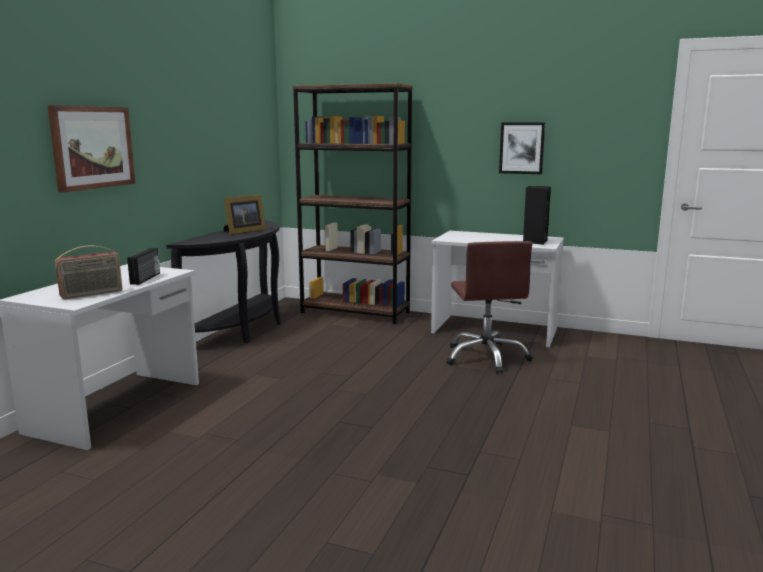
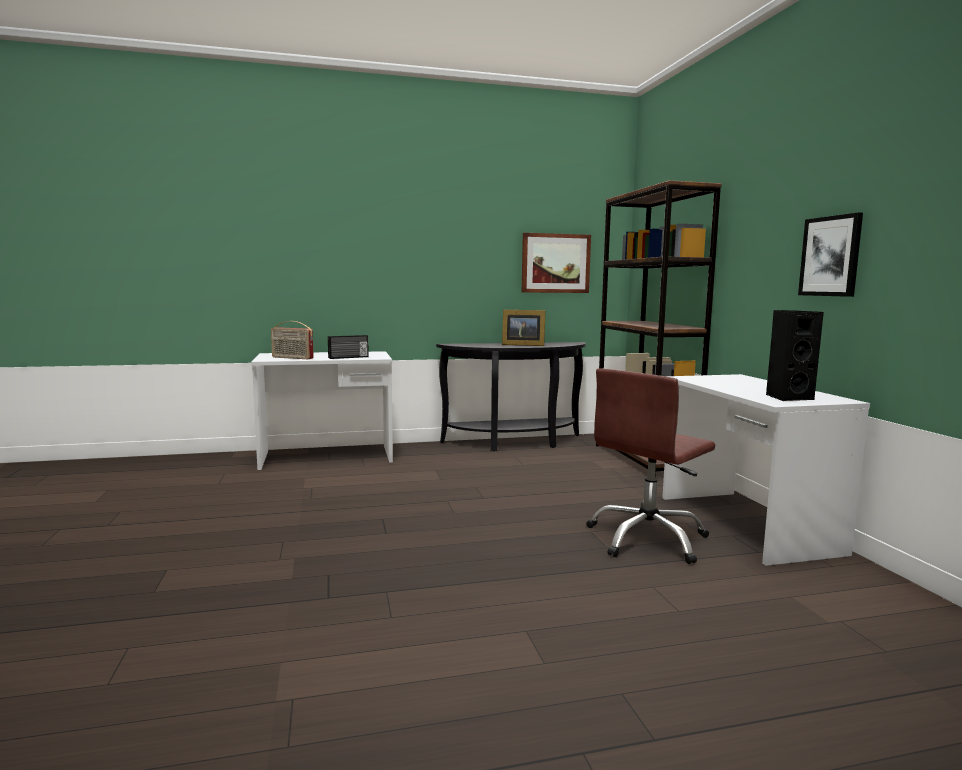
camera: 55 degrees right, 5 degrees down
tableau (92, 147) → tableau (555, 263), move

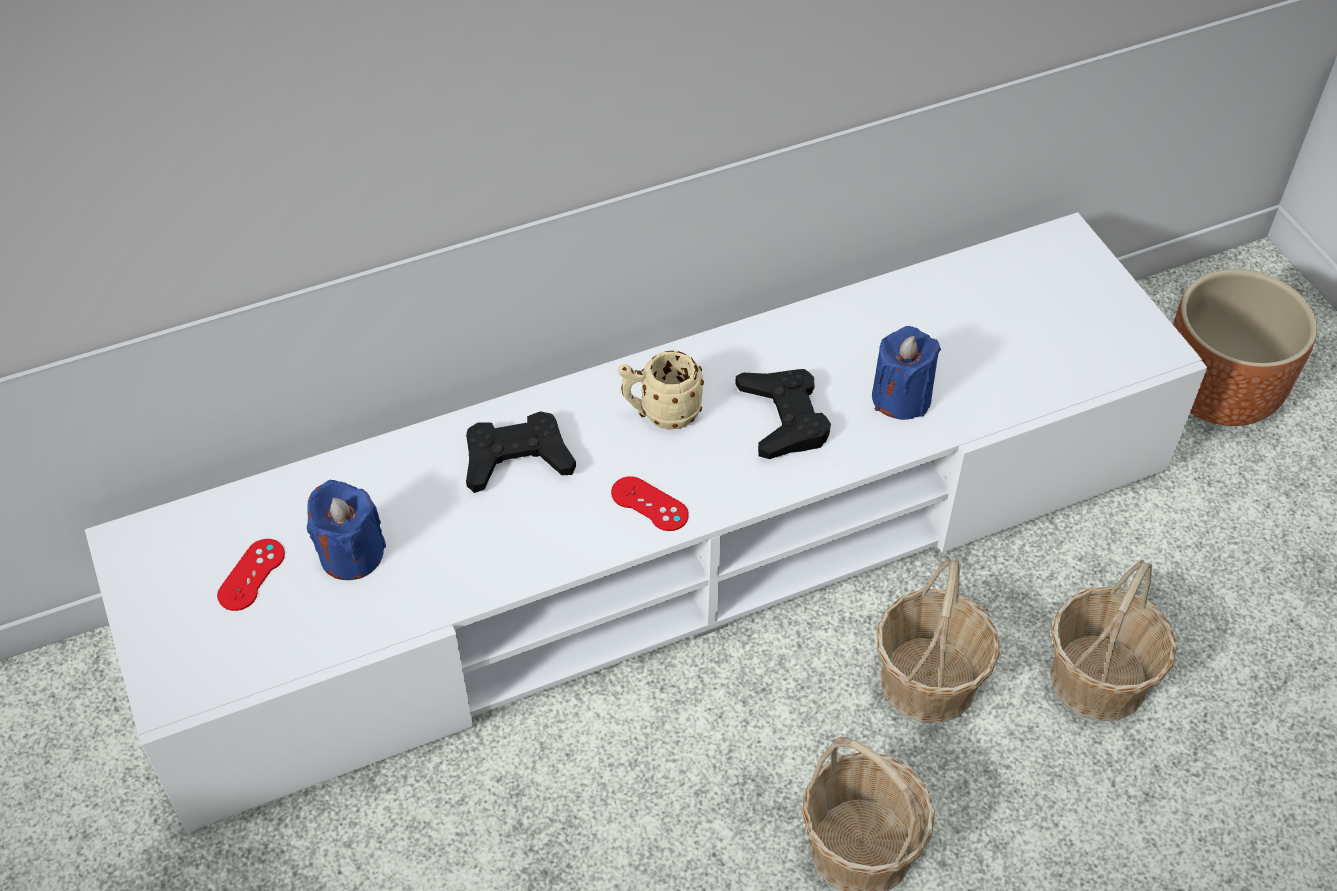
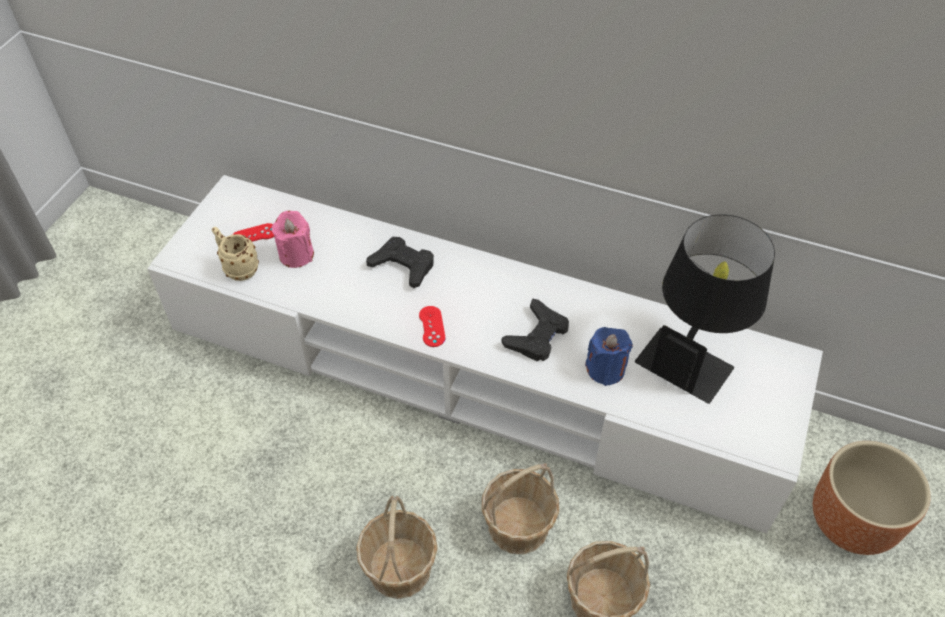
camera: 45 degrees right, 0 degrees up
mug/beige (660, 413) → mug/beige (238, 268), move
bougie/bleu (351, 554) → bougie/rose (296, 255)
- → lampe de table/noir (692, 351)

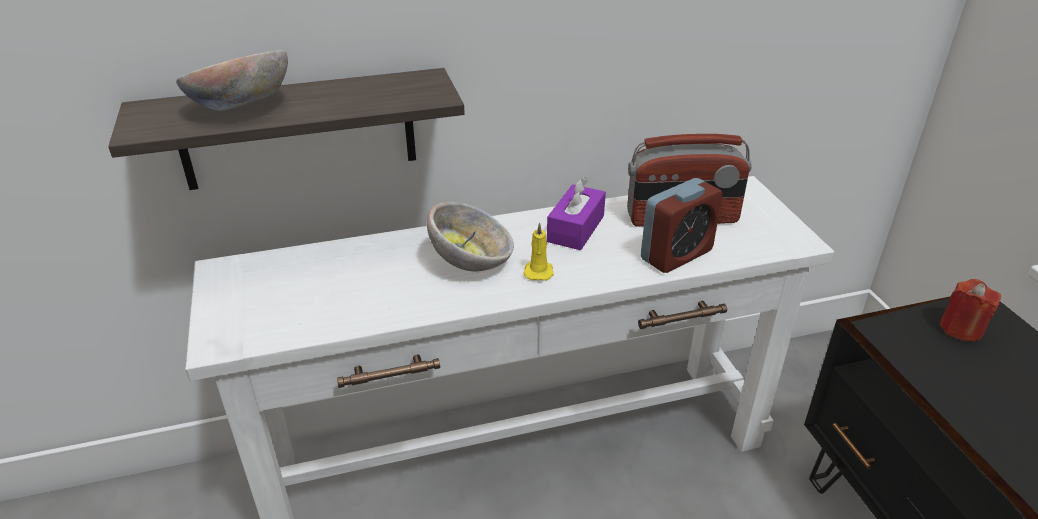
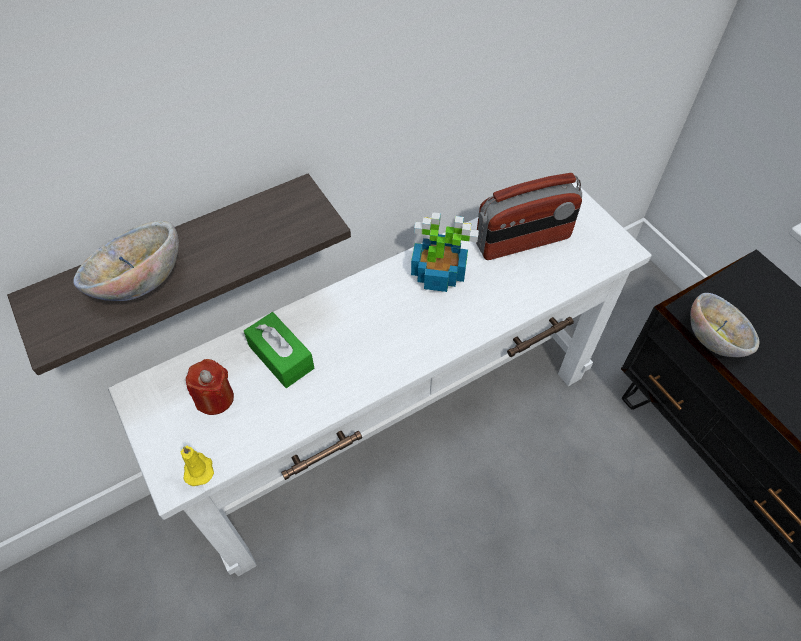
camera: 15 degrees left, 20 degrees up
boîte à mouchoirs/violet (575, 229) → plante en pot (437, 273)
réveil (676, 255) → -
bol (472, 261) → bol (713, 339), move
bougie/jaune (538, 271) → bougie/jaune (199, 469), move
bougie/rouge (961, 329) → bougie/rouge (215, 398), move
- → boîte à mouchoirs/vert (281, 357)

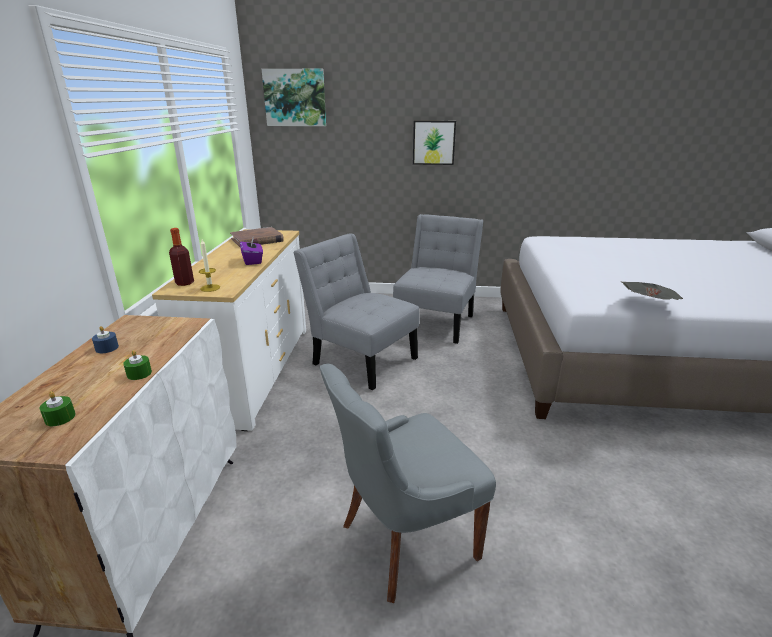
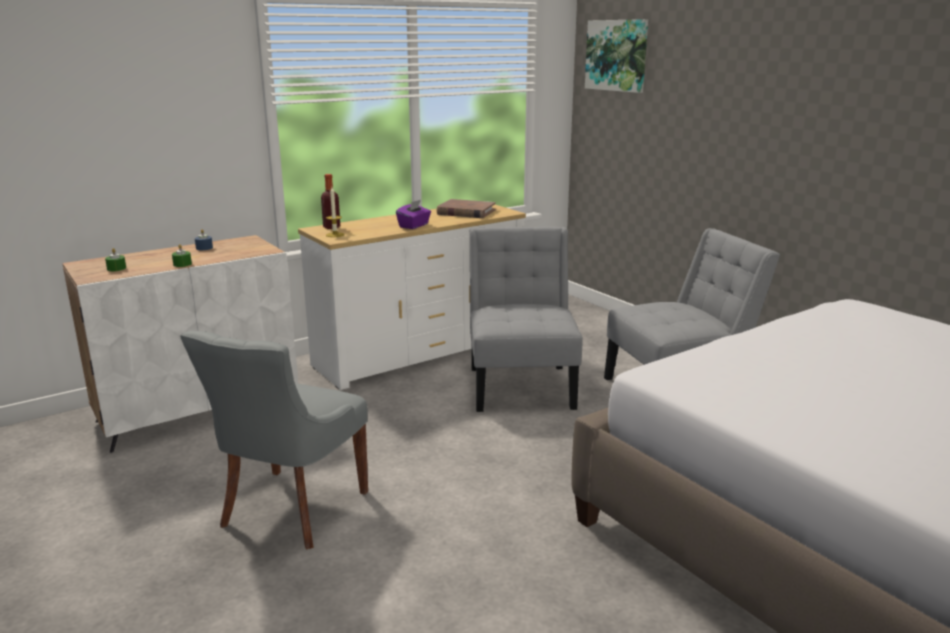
camera: 50 degrees right, 5 degrees down
tableau (434, 142) → -
journal (648, 305) → -
chaise/gris (405, 540) → chaise/gris (291, 510), 90 degrees counterclockwise

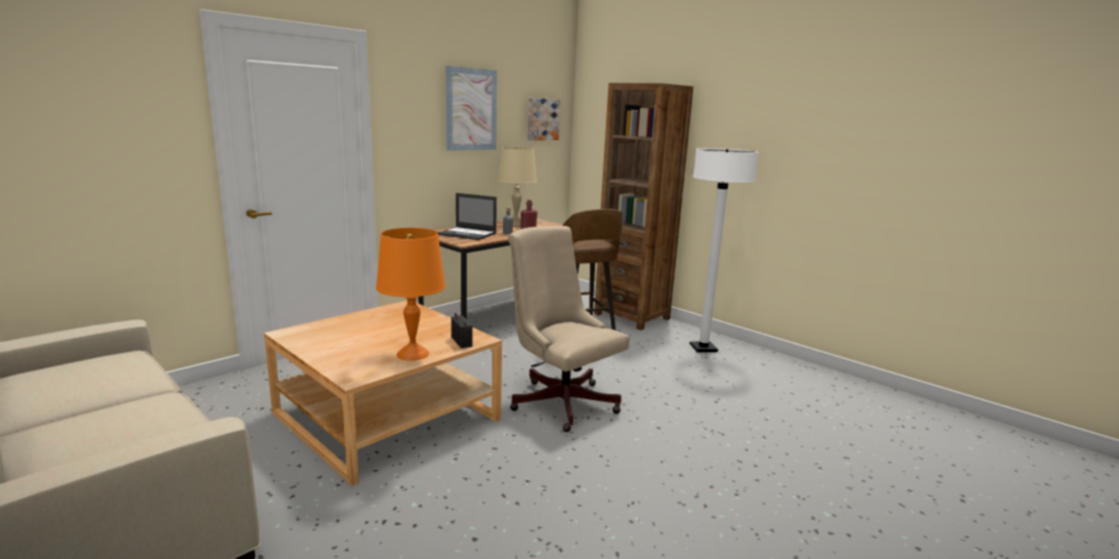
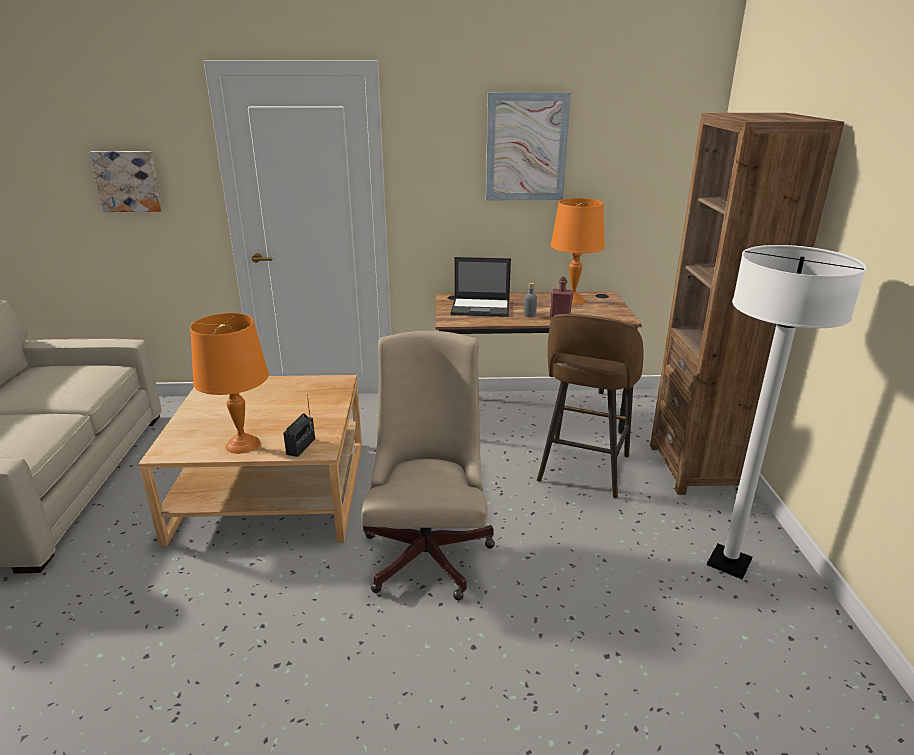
camera: 45 degrees right, 10 degrees up
tableau (542, 119) → tableau (128, 181), move
lampe de table/beige (516, 223) → lampe de table/orange (572, 301)
ordinateur portable (468, 234) → ordinateur portable (481, 308), 60 degrees counterclockwise

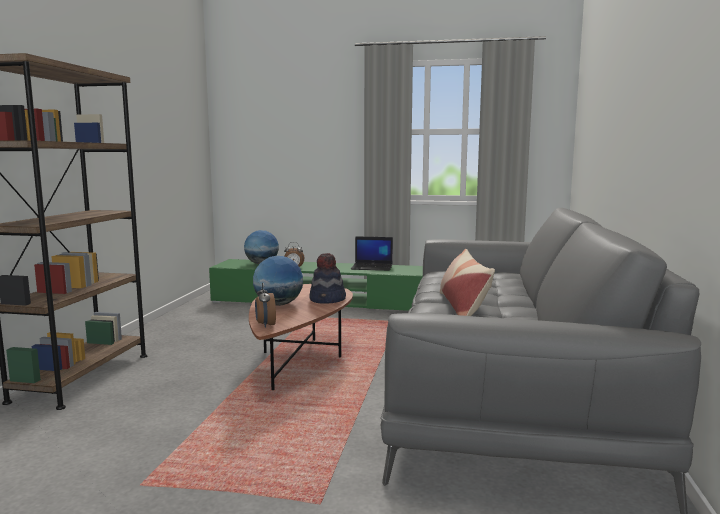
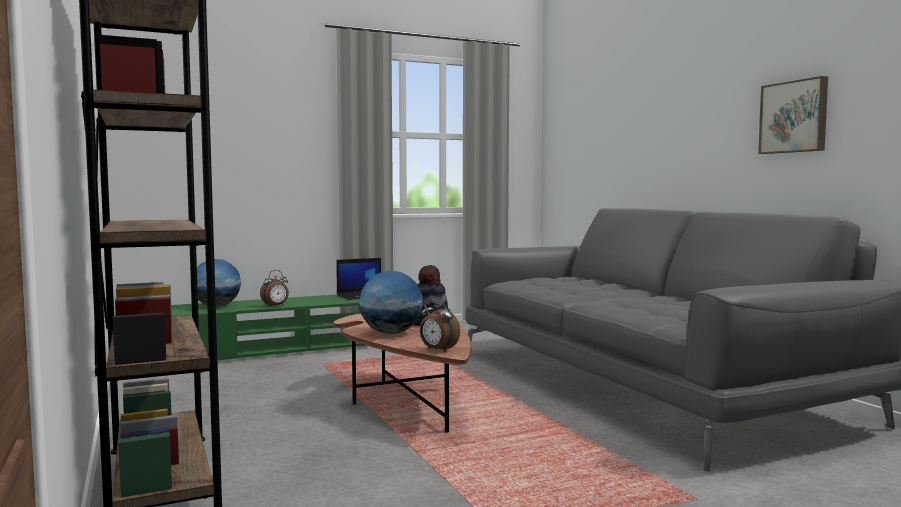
camera: 35 degrees left, 5 degrees down
coussin (463, 307) → -
- → tableau (794, 117)

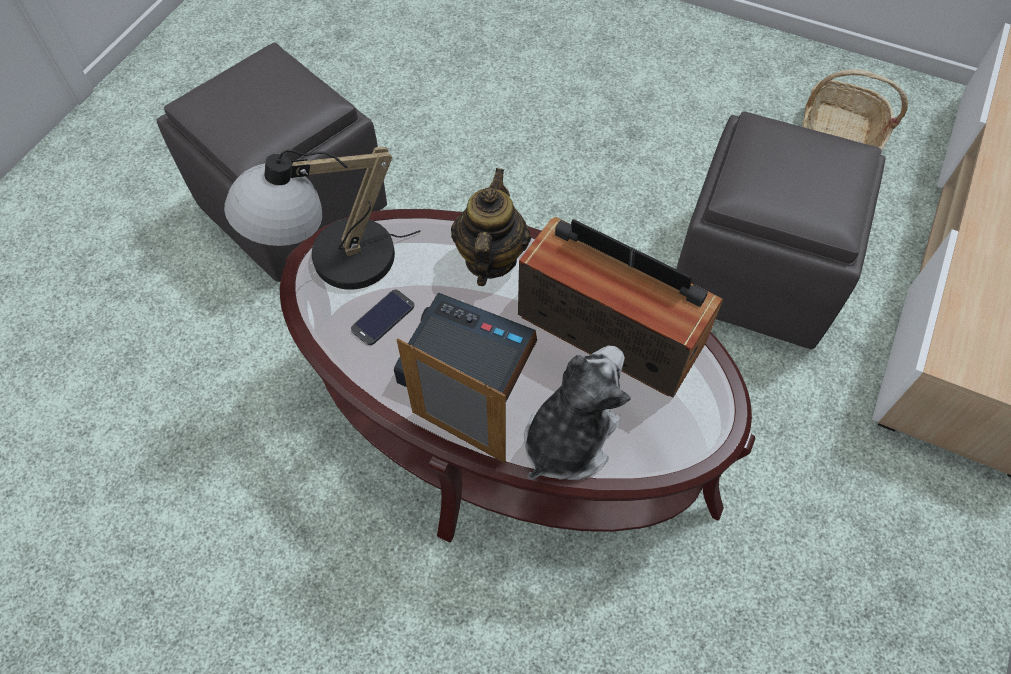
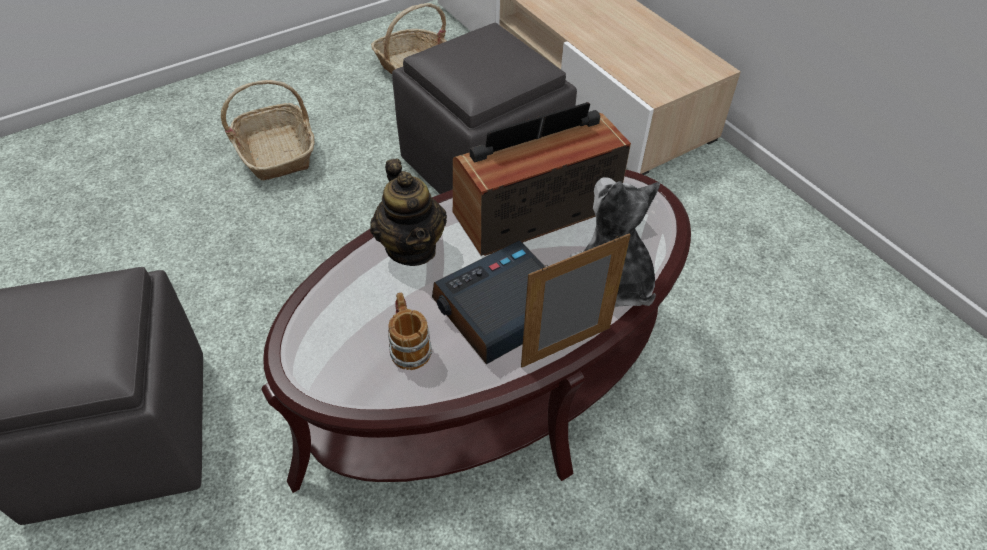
camera: 60 degrees left, 10 degrees down
lampe de table (331, 264) → -
théière (490, 259) → théière (411, 248), 150 degrees counterclockwise
téléphone (383, 317) → mug (408, 346)
- → panier (276, 152)

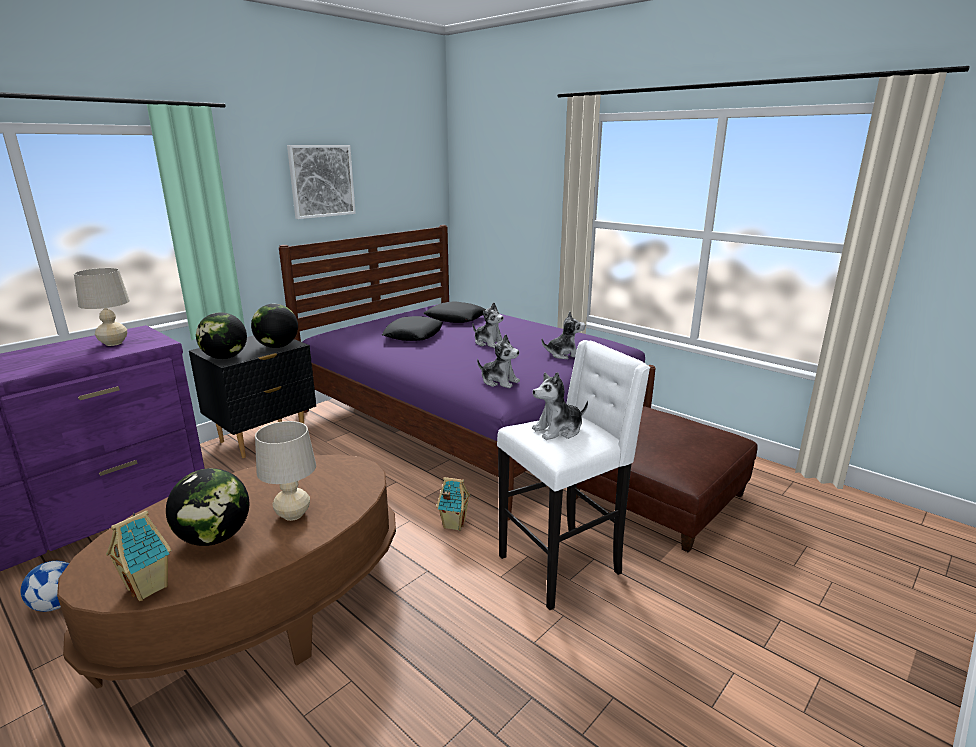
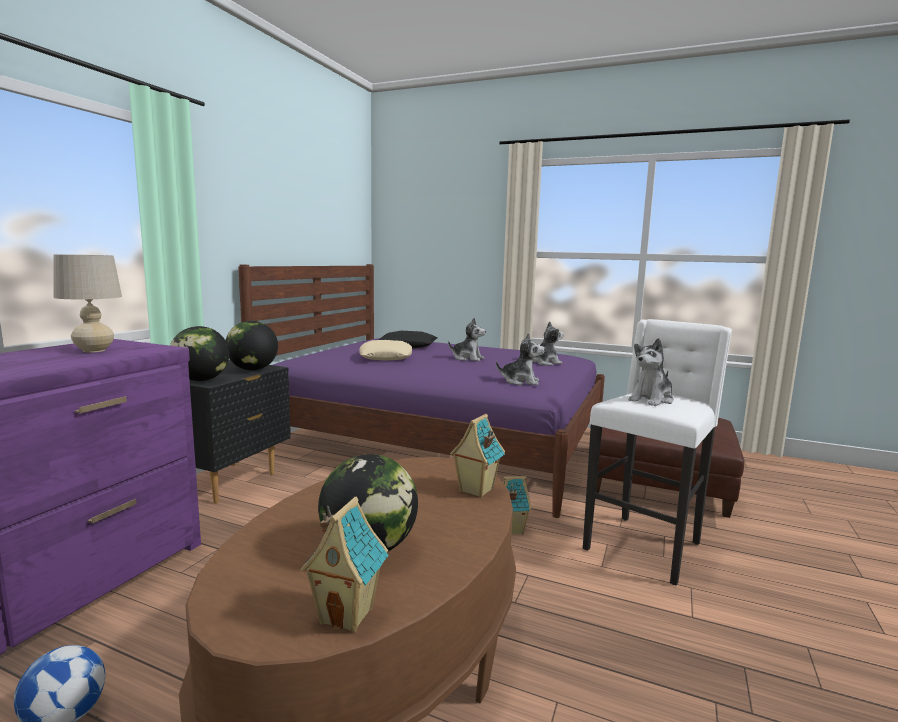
camera: 20 degrees left, 10 degrees down
tableau (321, 181) → -
coussin/noir (413, 335) → coussin/beige (385, 357)
lampe de table/beige (293, 515) → -
- → maison miniature (475, 490)

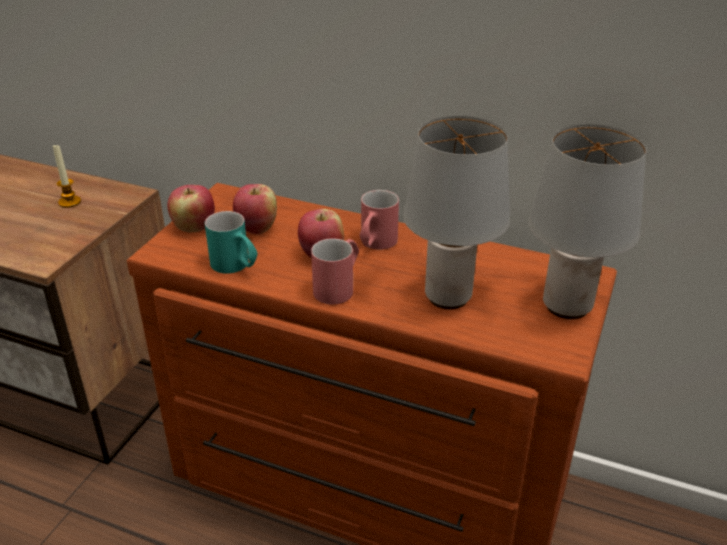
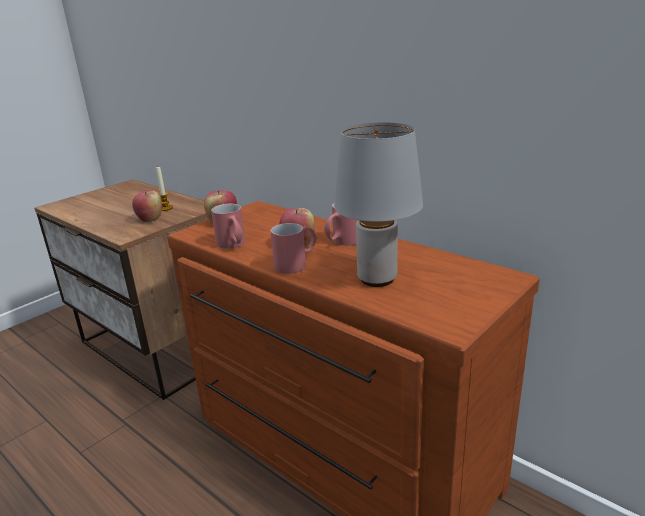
camera: 20 degrees right, 10 degrees down
lampe de table/gris (568, 306) → -
pomme (256, 228) → pomme (150, 219), move
mug/turquoise (236, 267) → mug/rouge (233, 245)

